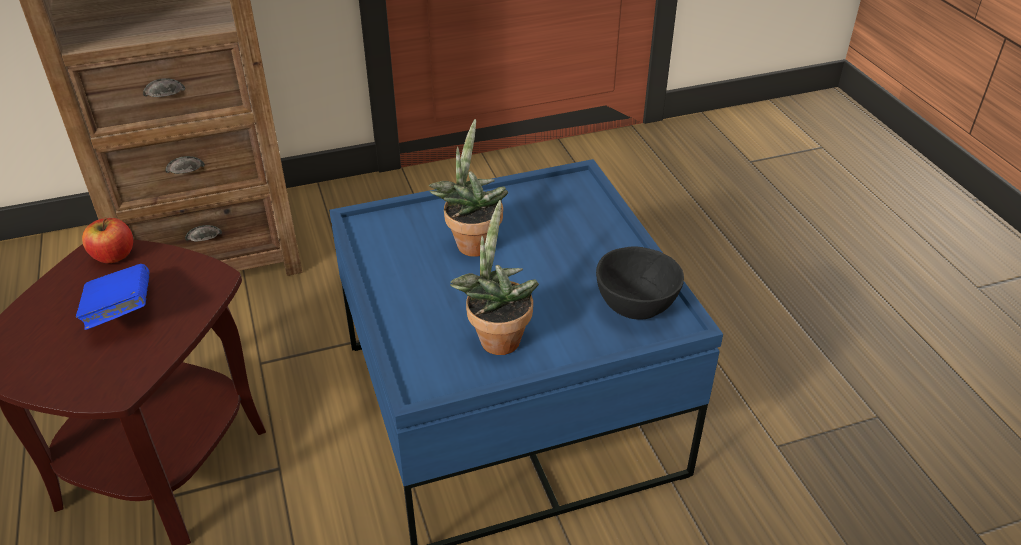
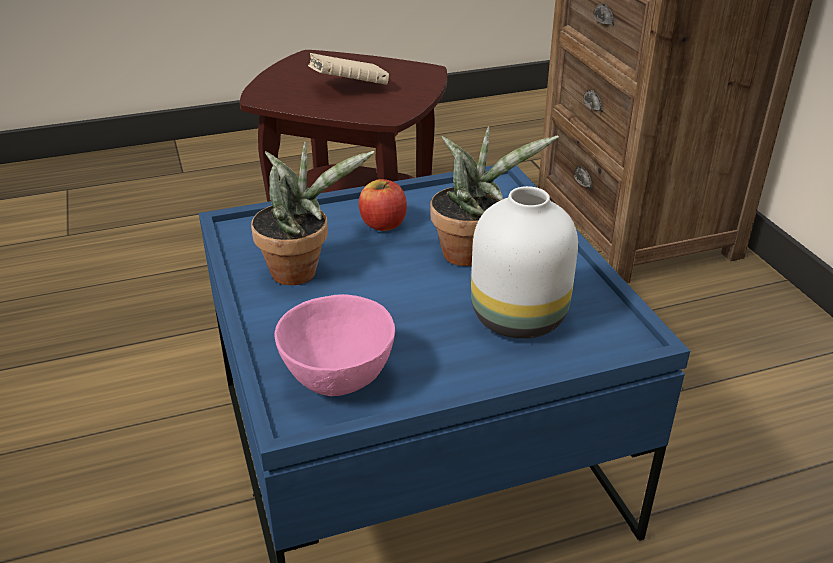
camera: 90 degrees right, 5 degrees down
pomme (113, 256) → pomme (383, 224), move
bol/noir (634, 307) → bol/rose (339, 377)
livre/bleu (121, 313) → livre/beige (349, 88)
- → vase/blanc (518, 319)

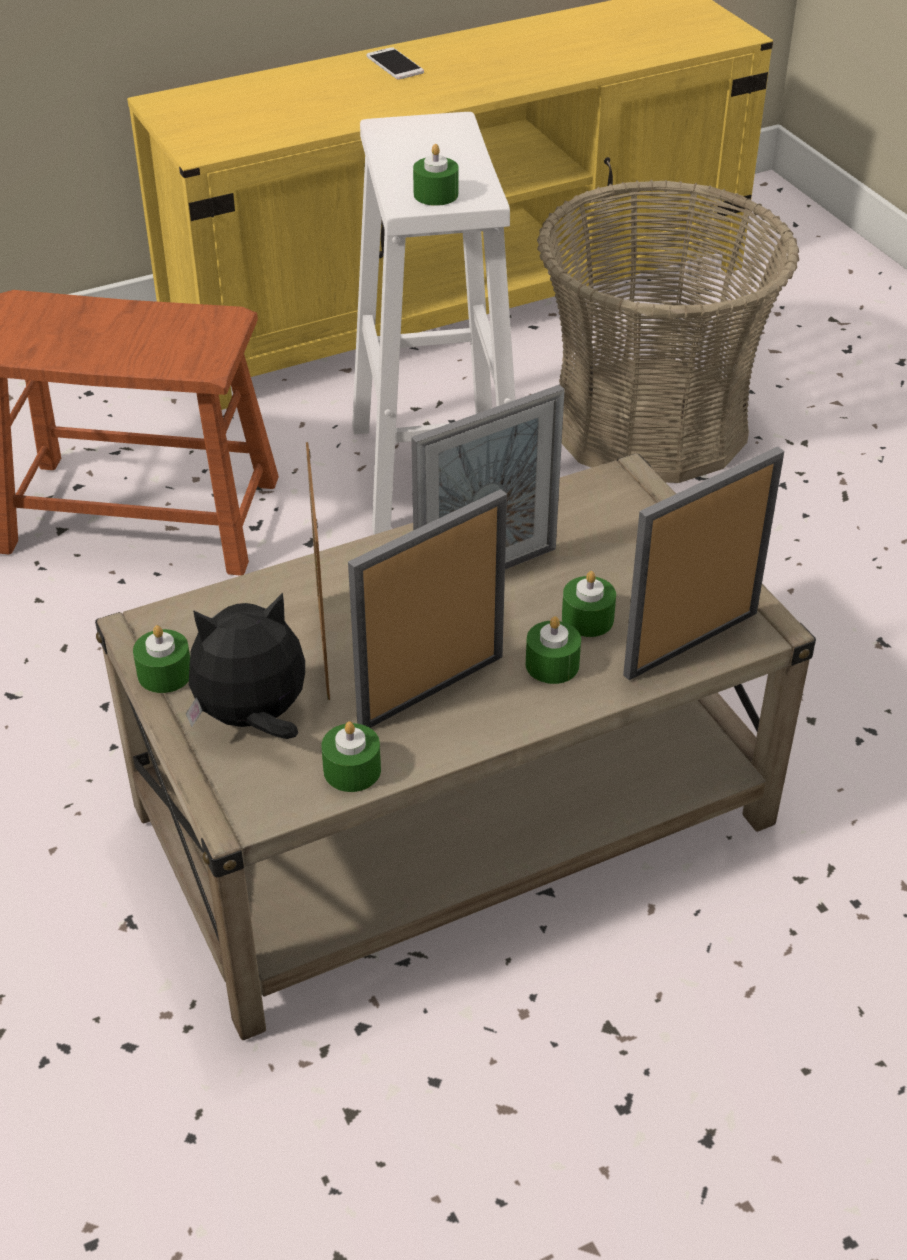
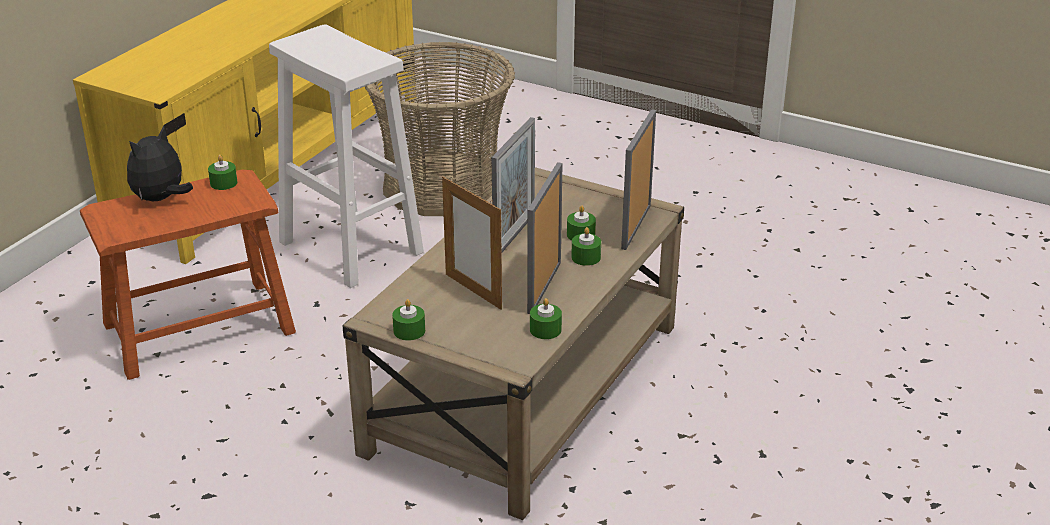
camera: 35 degrees left, 10 degrees down
téléphone (395, 64) → -
bougie/vert (436, 194) → bougie/vert (223, 183), move
peluche (253, 719) → peluche (161, 199), move

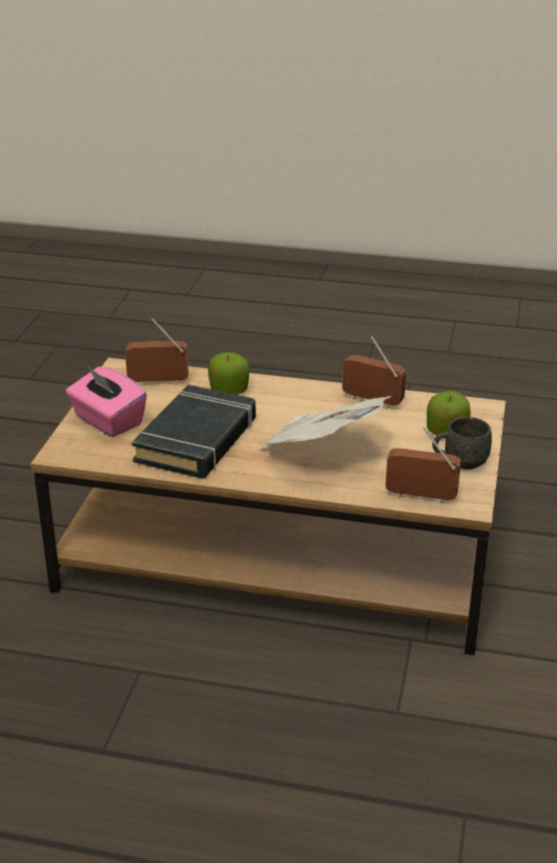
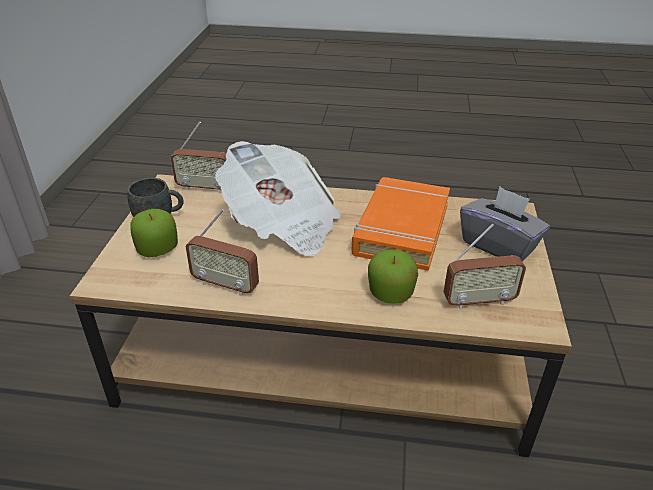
camera: 175 degrees right, 5 degrees up
boîte à mouchoirs/rose (107, 421) → boîte à mouchoirs/gris (499, 245)
livre/noir (197, 440) → livre/orange (401, 229)

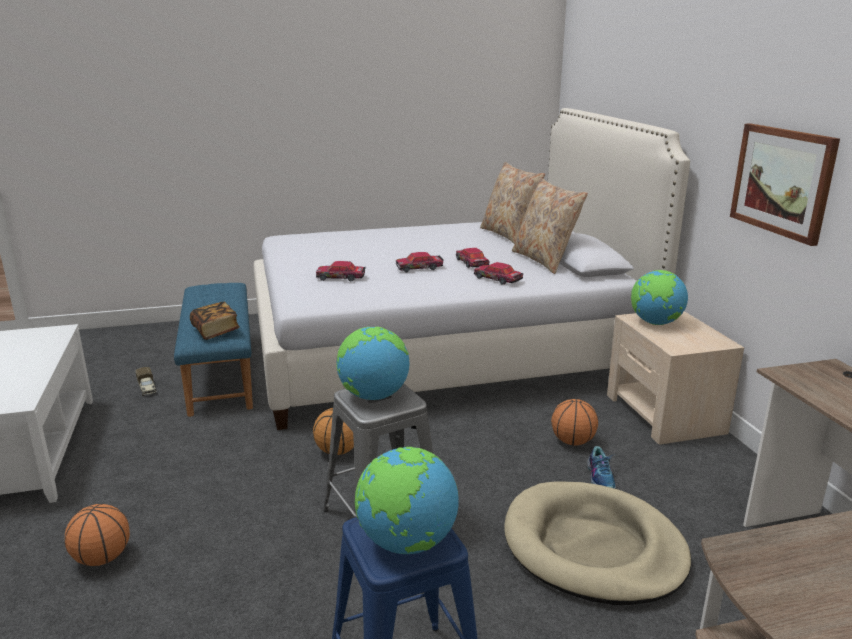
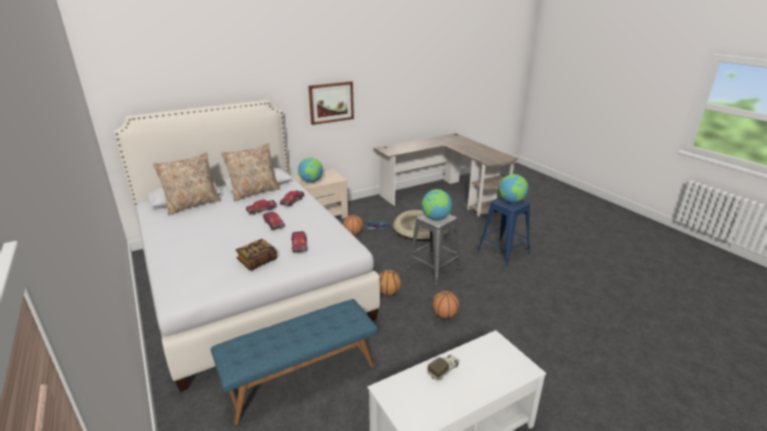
camera: 105 degrees left, 5 degrees up
livre (215, 331) → livre (257, 261), move
camion jouet (147, 389) → camion jouet (443, 370), move
ballon de basket (102, 558) → ballon de basket (444, 315), move

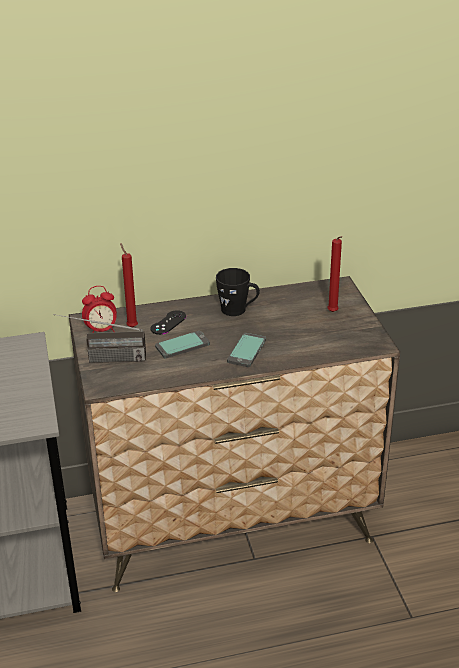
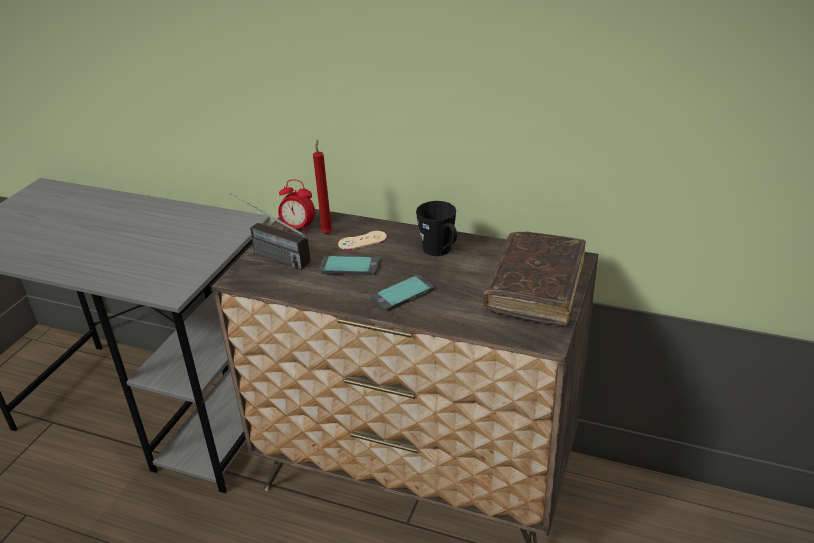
camera: 35 degrees right, 0 degrees up
bougie/rouge (333, 313) → livre/marron (535, 287)
manette/noir (168, 323) → manette/beige (362, 241)

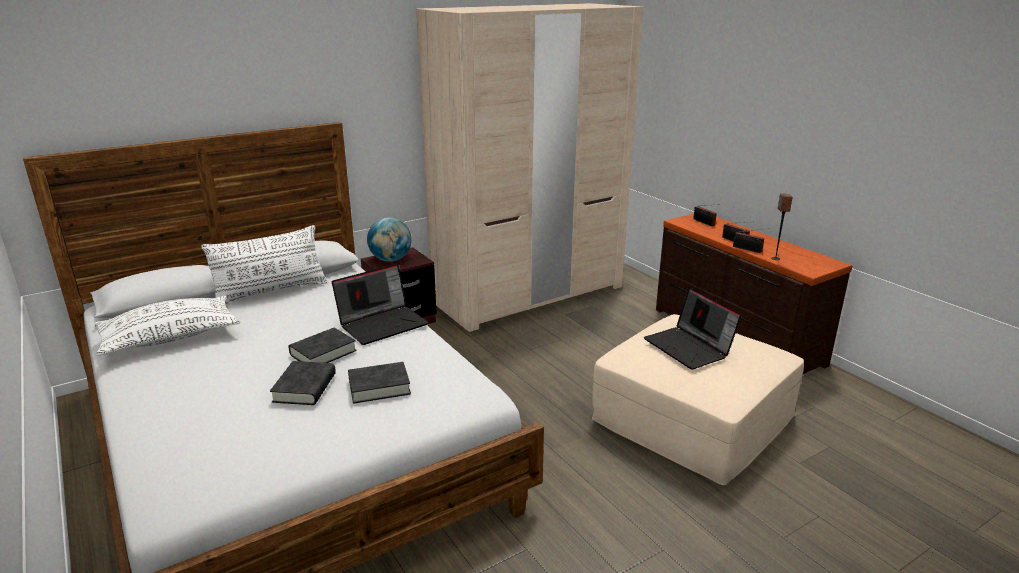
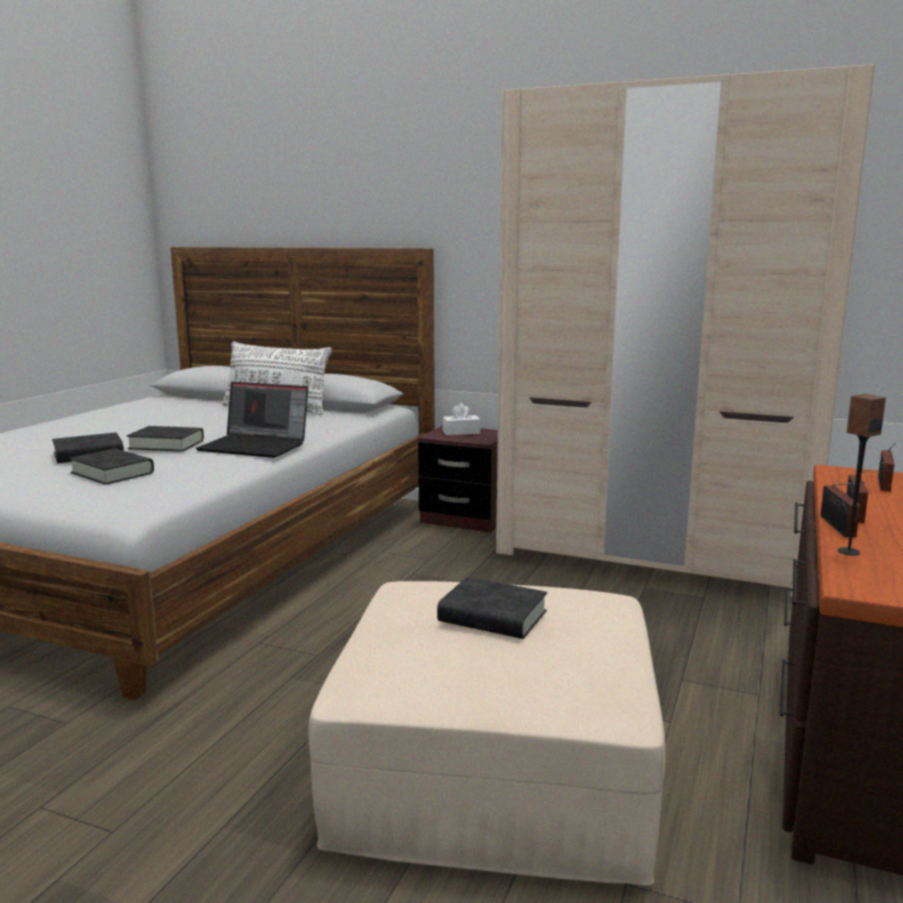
camera: 55 degrees right, 10 degrees down
globe (390, 260) → boîte à mouchoirs/blanc (461, 432)
ordinateur portable (689, 348) → livre/noir (492, 617)
coussin/blanc (170, 338) → -

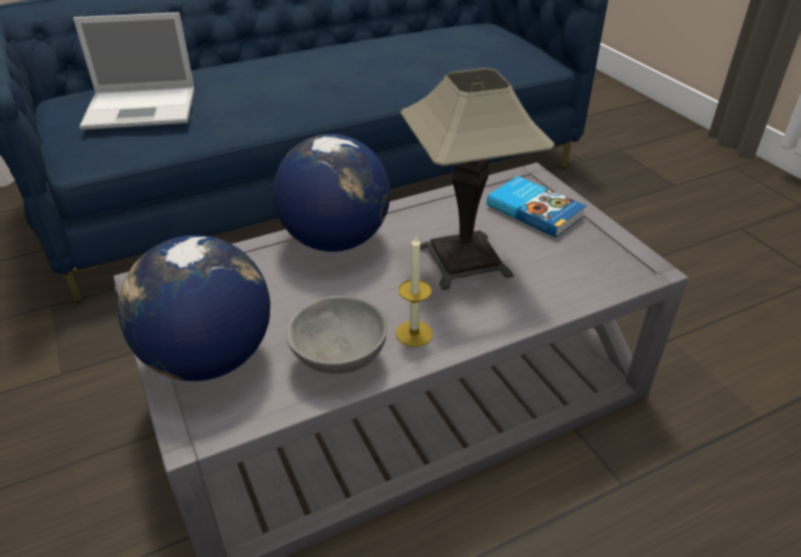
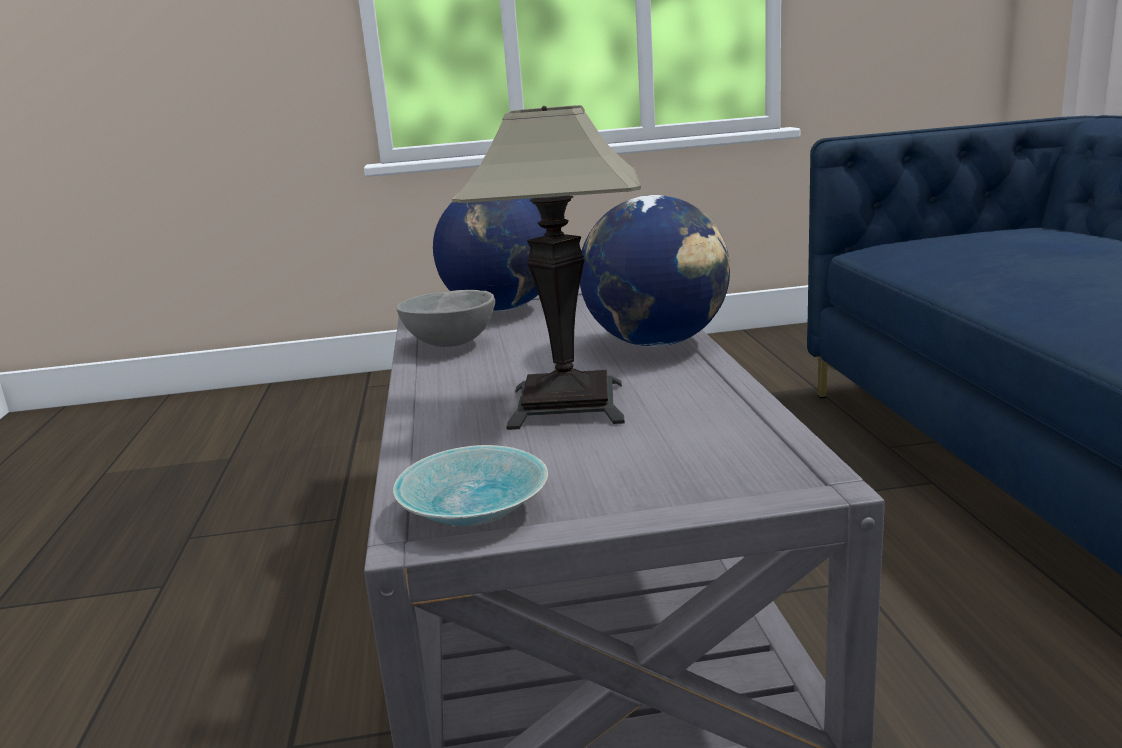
camera: 110 degrees right, 20 degrees down
ordinateur portable (143, 108) → -
livre (535, 210) → -
bougie (414, 333) → -
- → bol/turquoise (479, 509)

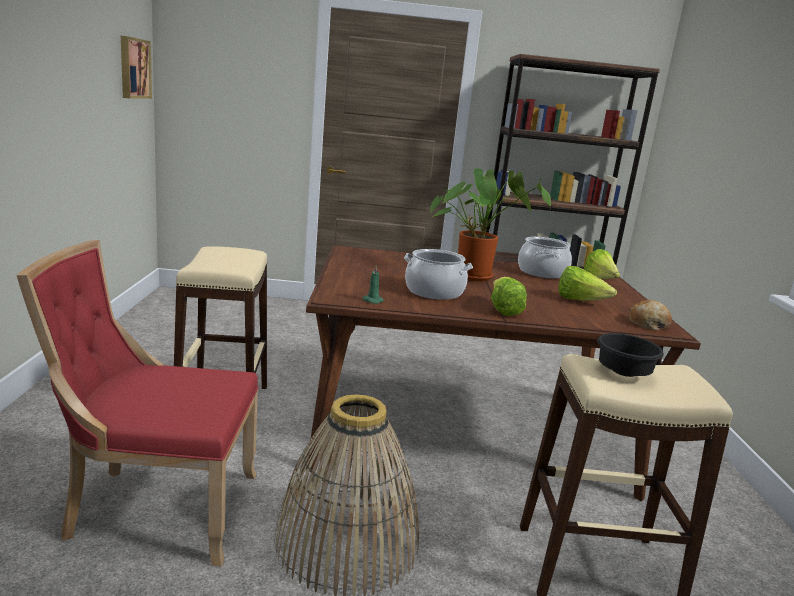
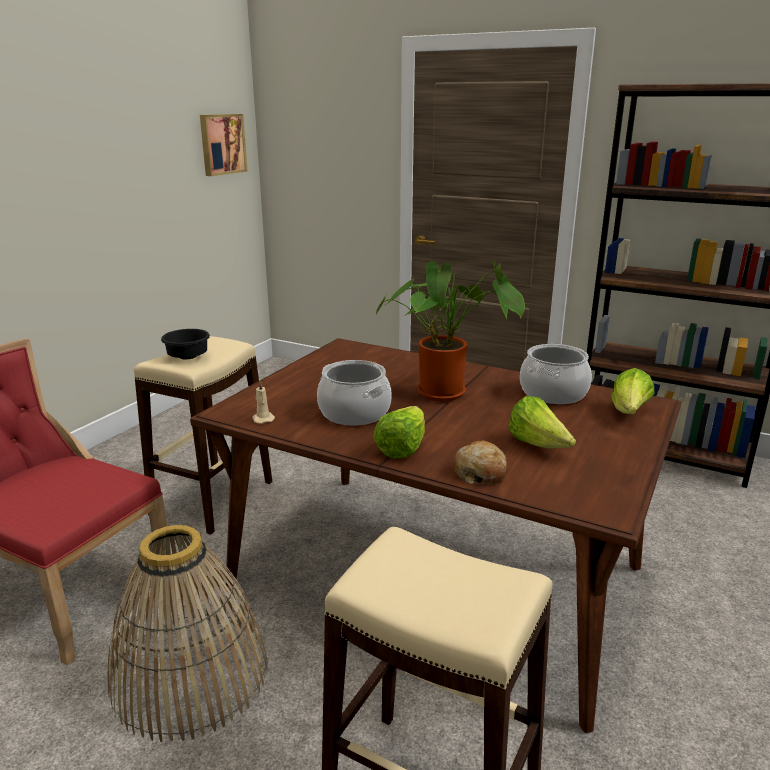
camera: 30 degrees right, 5 degrees up
bougie/vert (372, 300) → bougie/beige (262, 419)
pain (648, 323) → pain (480, 472), move
bol/noir (624, 372) → bol/noir (189, 357), move

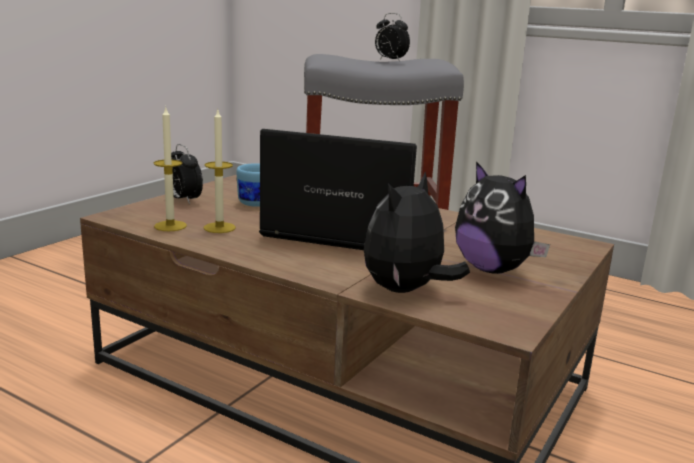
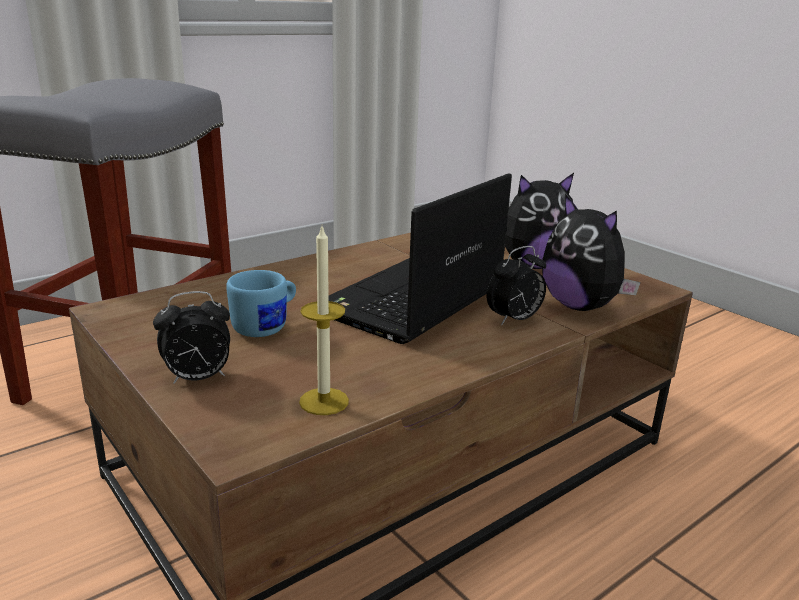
camera: 70 degrees left, 5 degrees up
réveil (390, 60) → réveil (514, 320), move
bougie (219, 228) → -

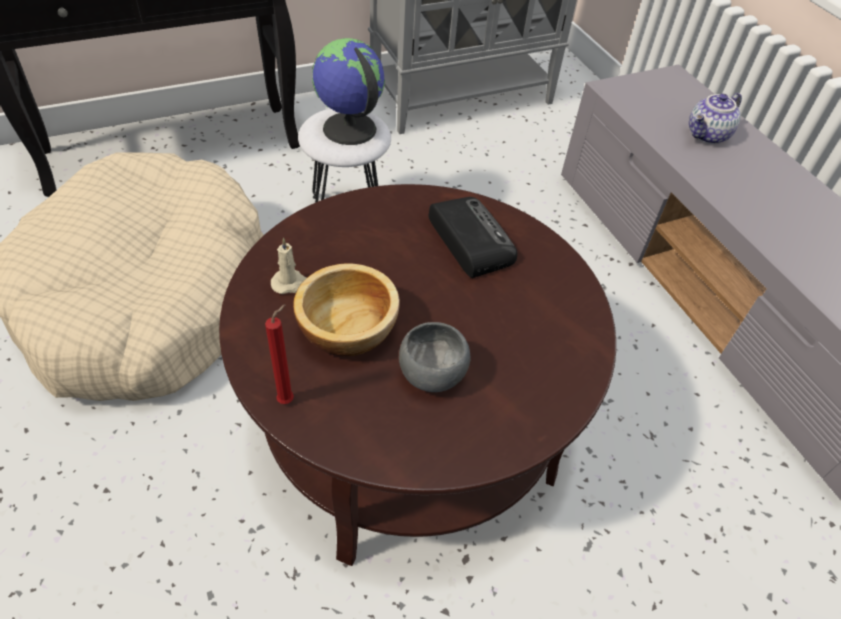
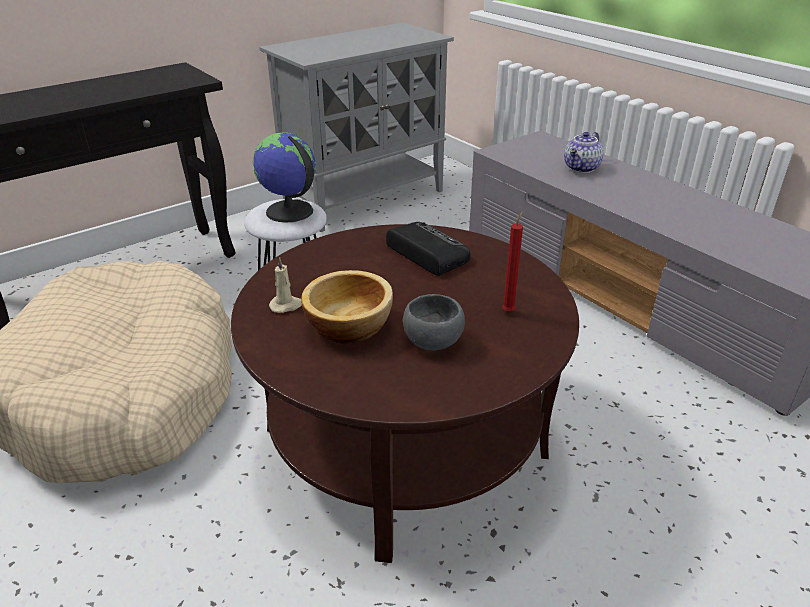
camera: 10 degrees left, 15 degrees down
bougie/rouge (288, 399) → bougie/rouge (509, 311), move

